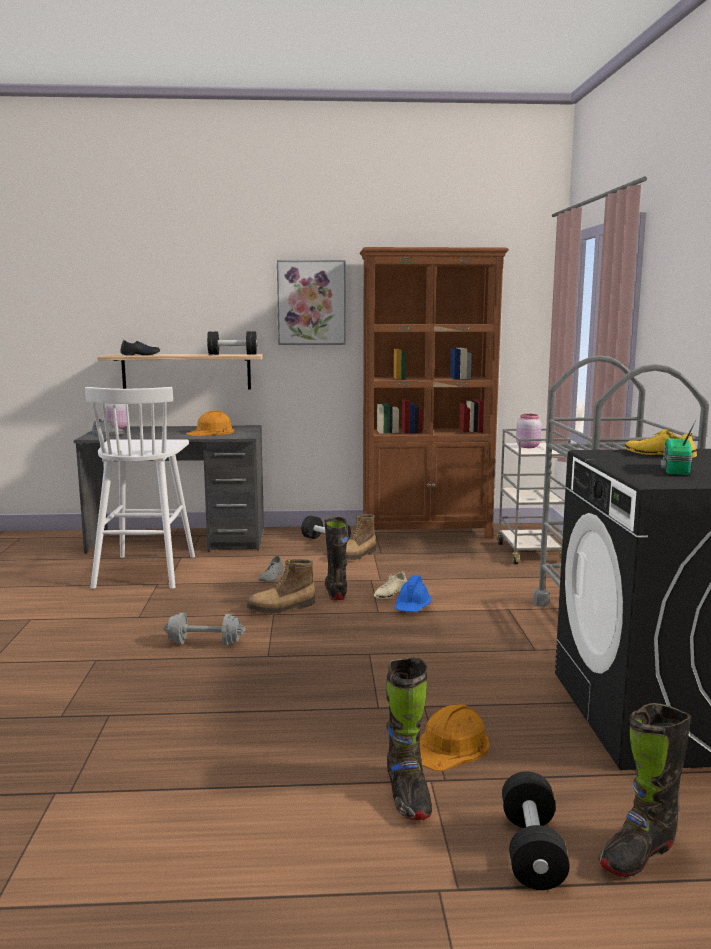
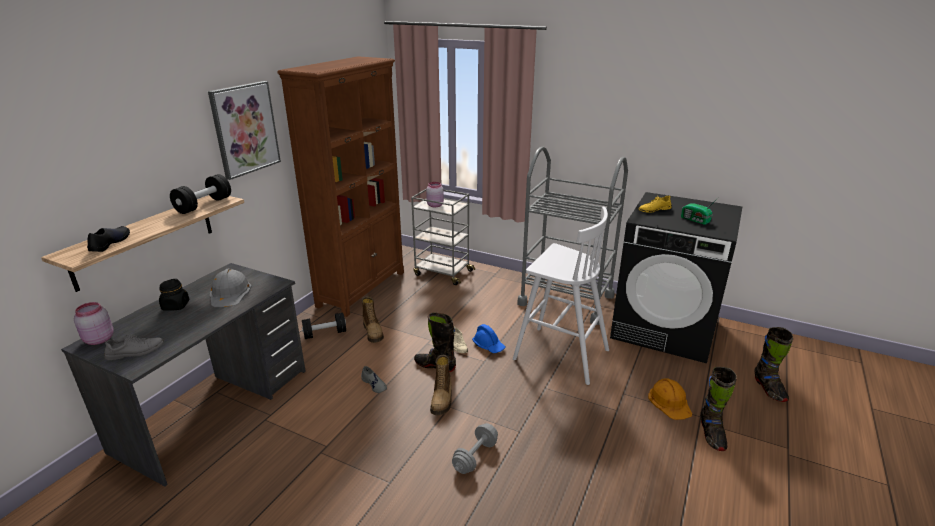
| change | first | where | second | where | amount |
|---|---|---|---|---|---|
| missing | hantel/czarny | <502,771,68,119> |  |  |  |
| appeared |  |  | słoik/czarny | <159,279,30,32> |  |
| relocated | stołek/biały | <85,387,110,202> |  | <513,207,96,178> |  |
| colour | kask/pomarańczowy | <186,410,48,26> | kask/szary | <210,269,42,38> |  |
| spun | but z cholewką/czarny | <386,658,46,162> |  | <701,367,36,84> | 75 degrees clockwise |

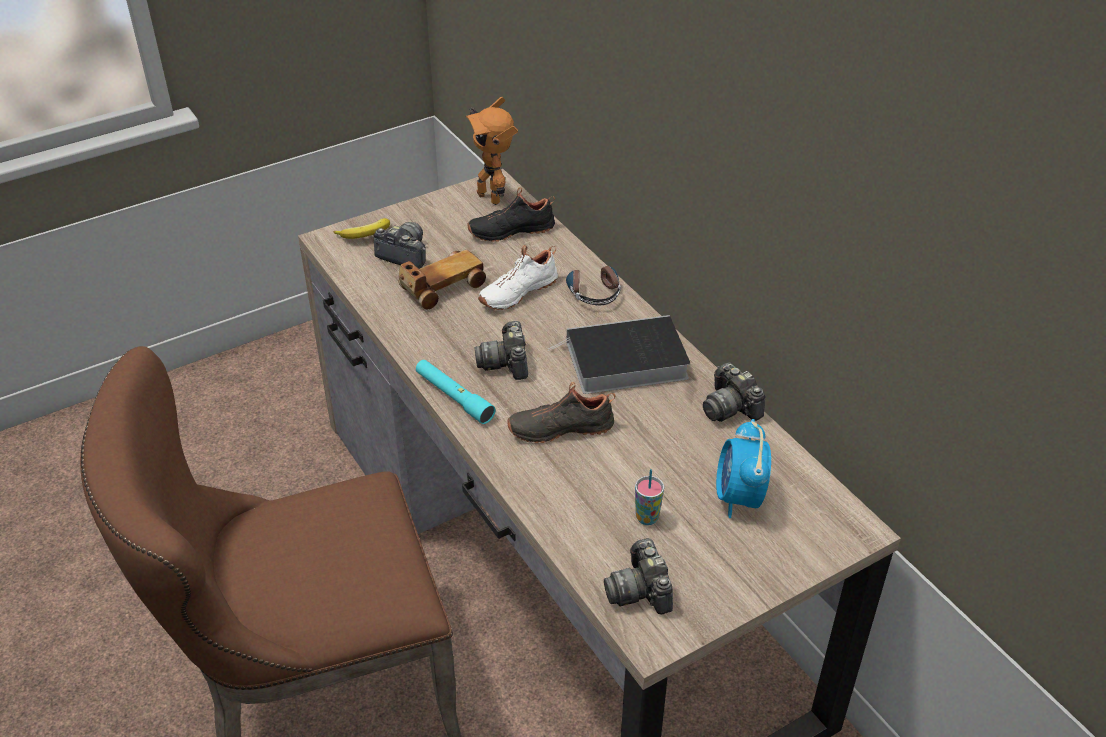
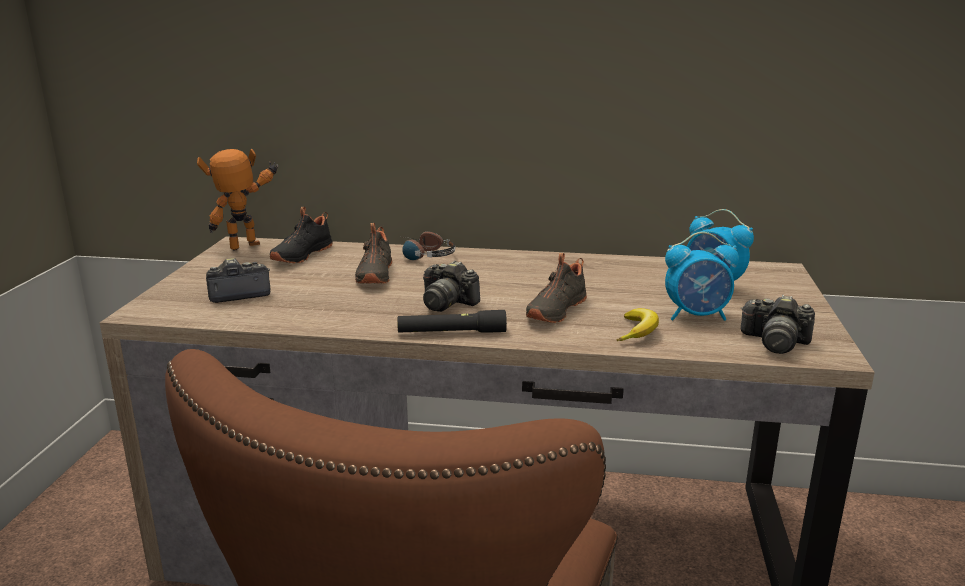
| change | first | where | second | where | amount |
|---|---|---|---|---|---|
| missing | samochodzik | <399,250,87,60> |  |  |  |
| missing | książka | <548,315,142,79> |  |  |  |
| missing | aparat fotograficzny | <703,362,62,60> |  |  |  |
| relocated | banan | <333,218,57,21> |  | <616,308,43,33> |  |
| exchanged | filiżanka | <635,469,29,56> | budzik | <665,232,74,89> |  |
| colour | latarka/turkusowy | <416,360,79,64> | latarka/czarny | <397,310,110,23> |  |
| colour | but/biały | <478,245,80,65> | but/czarny | <355,223,37,61> |  |
| spun | robot zabawkowy | <466,97,52,108> |  | <197,149,81,101> | 135 degrees clockwise |

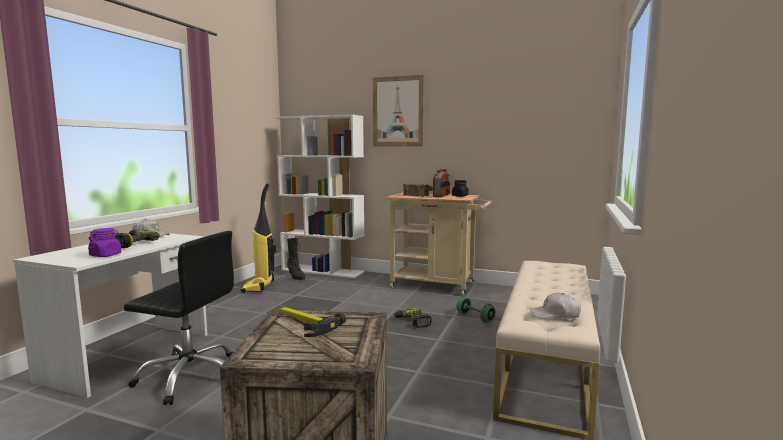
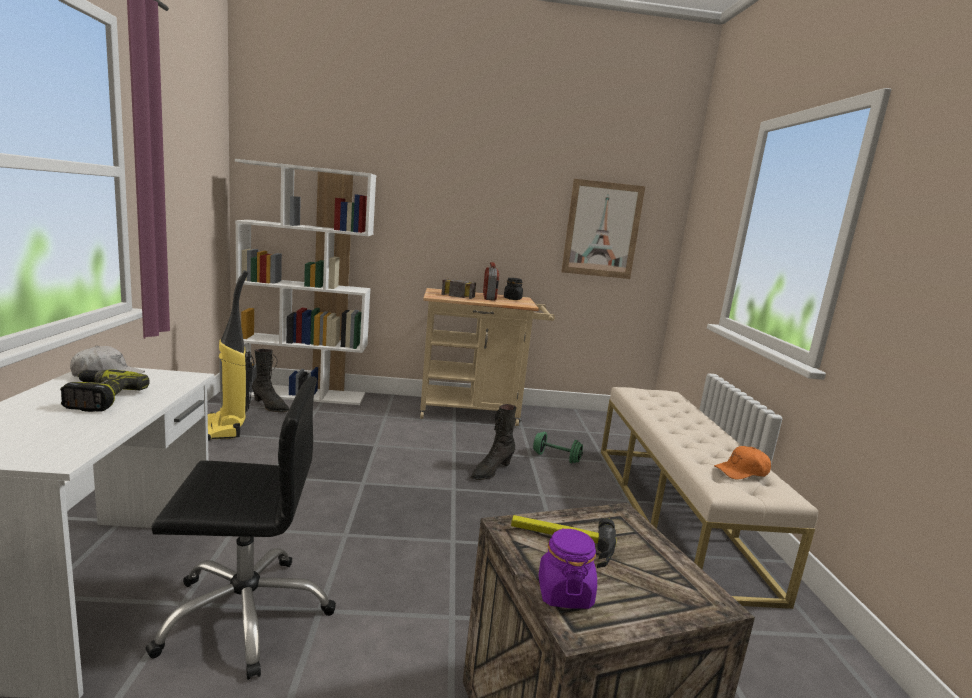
| change | first | where | second | where | amount |
|---|---|---|---|---|---|
| relocated | słoik/fioletowy | <88,228,33,29> |  | <538,528,59,81> |  |
| relocated | obraz | <373,75,51,72> |  | <561,179,84,100> |  |
| exchanged | wiertarka | <394,308,38,20> | but z cholewką/czarny | <471,404,46,76> |  |
| colour | czapka z daszkiem/biały | <530,293,51,26> | czapka z daszkiem/pomarańczowy | <714,446,57,34> |  |

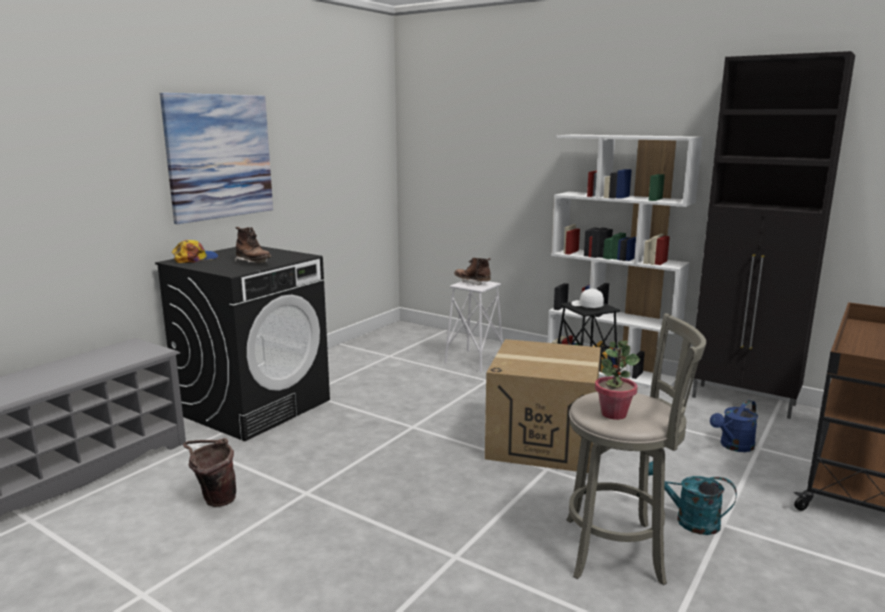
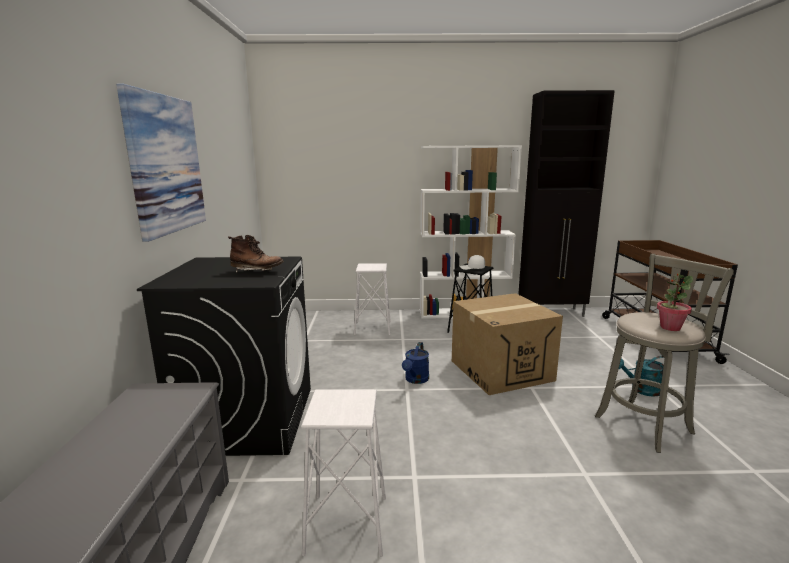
| change | first | where | second | where | amount |
|---|---|---|---|---|---|
| missing | czapka z daszkiem | <172,240,46,23> |  |  |  |
| missing | but z cholewką/brązowy | <454,258,37,28> |  |  |  |
| relocated | konewka/niebieski | <710,400,48,52> |  | <402,342,27,42> |  |
| exchanged | wiadro/brązowy | <183,438,53,69> | stołek/biały | <301,389,85,168> |  |

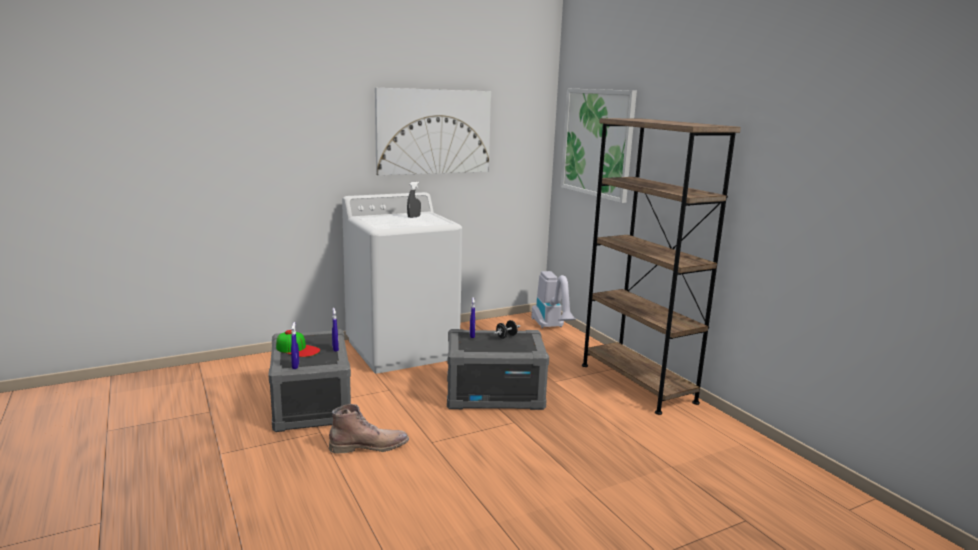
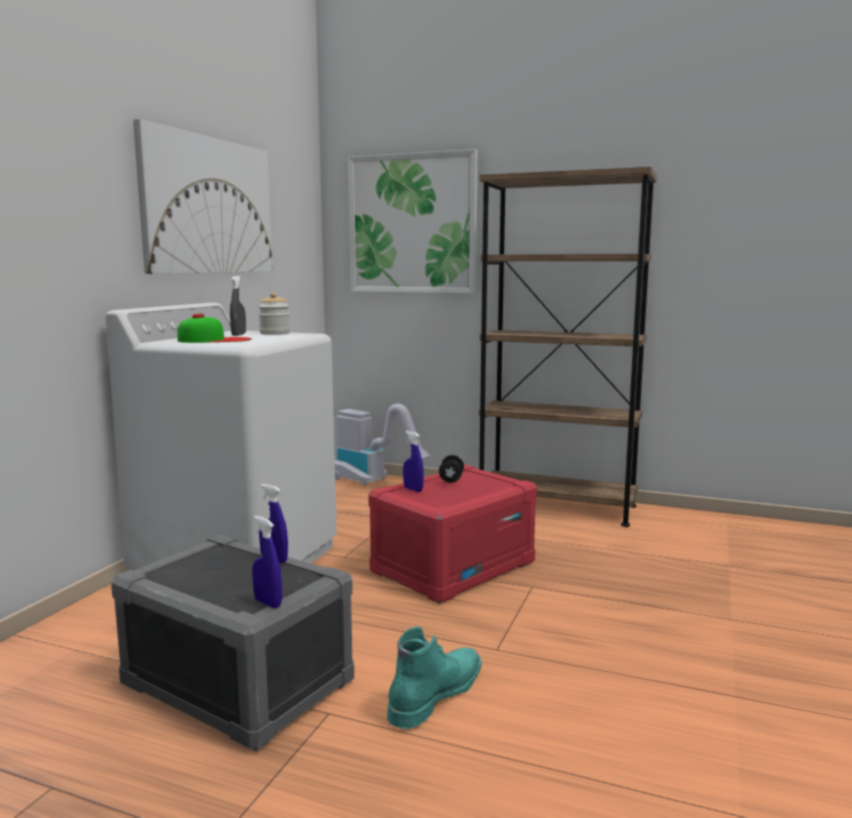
| change | first | where | second | where | amount |
|---|---|---|---|---|---|
| appeared |  |  | słoik | <258,292,32,43> |  |
| relocated | czapka z daszkiem | <276,330,44,27> |  | <177,314,74,29> |  |
| colour | but z cholewką/brązowy | <329,404,80,50> | but z cholewką/turkusowy | <387,626,95,103> |  |
| colour | pojemnik do przechowywania/szary | <447,329,102,81> | pojemnik do przechowywania/czerwony | <369,465,168,139> |  |

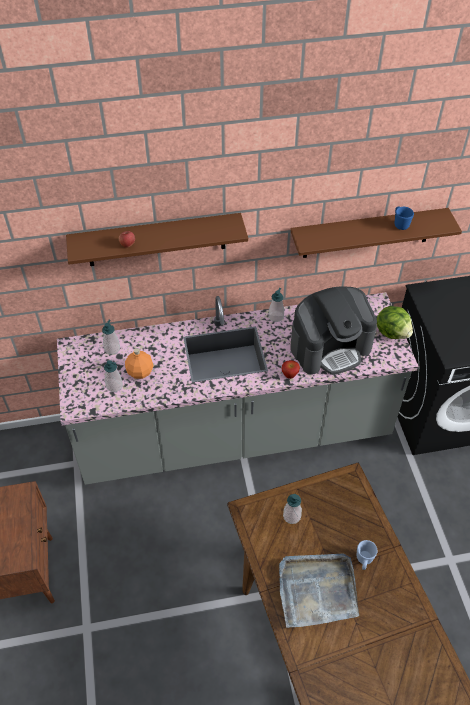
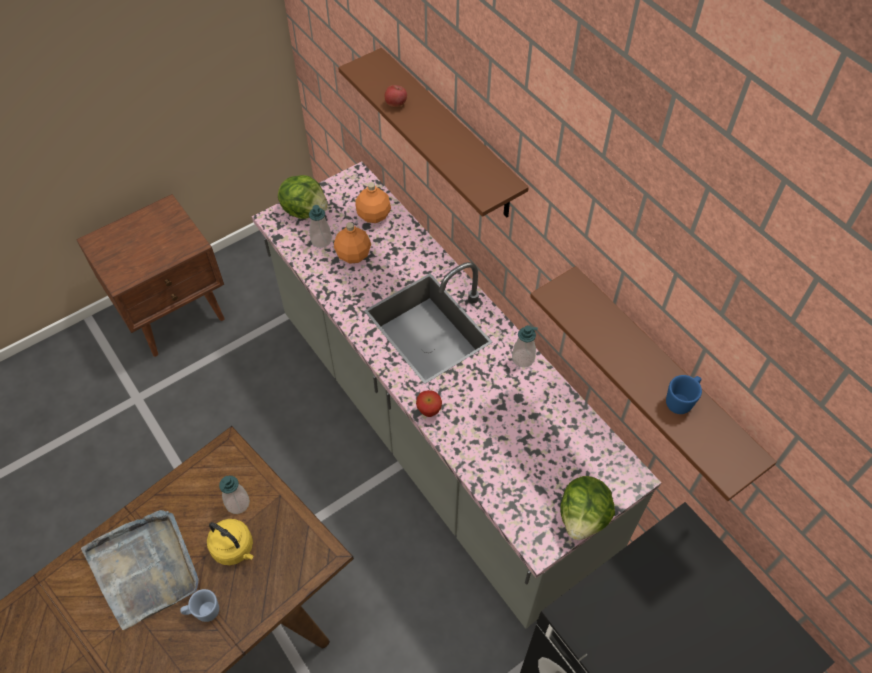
| change | first | where | second | where | amount |
|---|---|---|---|---|---|
| missing | ekspres do kawy | <290,286,87,89> |  |  |  |
| appeared |  |  | czajnik/żółty | <207,519,47,46> |  |
| appeared |  |  | sałata | <278,175,50,44> |  |
| exchanged | dozownik mydła | <102,320,18,35> | butelka/pomarańczowy | <355,182,36,41> |  |

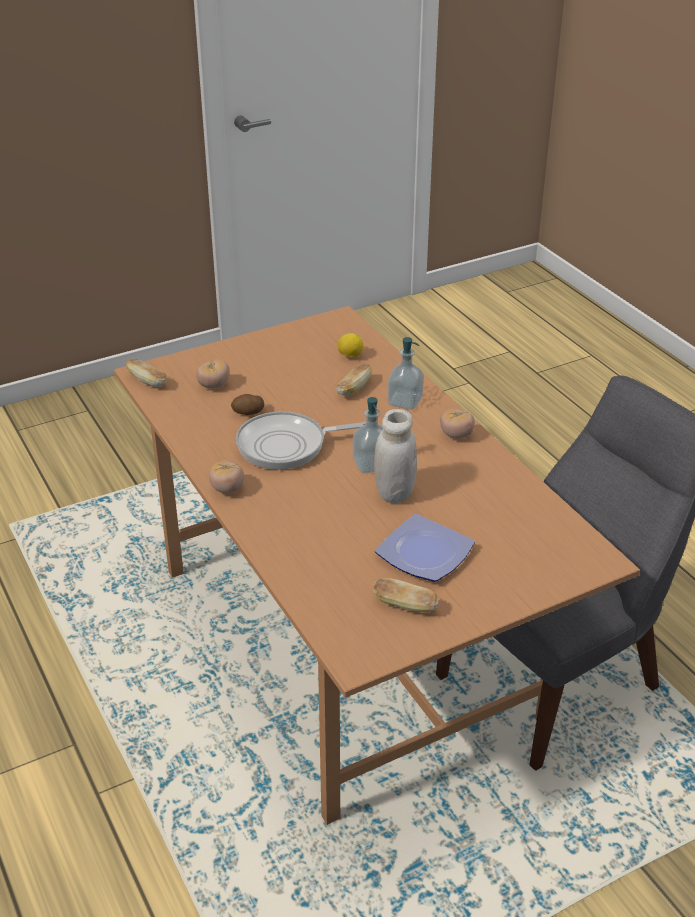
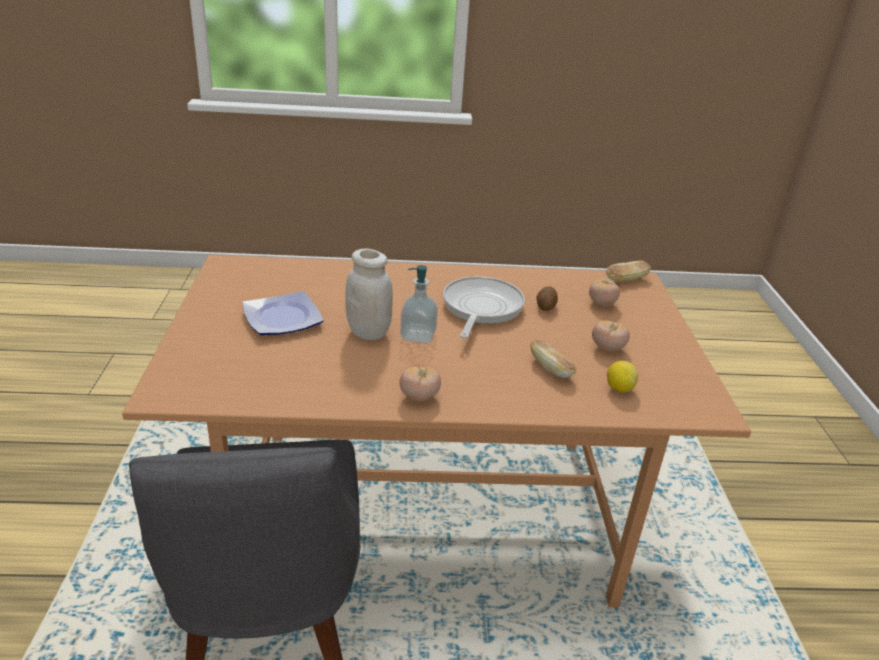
| change | first | where | second | where | amount |
|---|---|---|---|---|---|
| missing | chleb | <373,578,65,34> |  |  |  |
| missing | dozownik mydła | <388,337,36,73> |  |  |  |
| relocated | pomidor | <209,460,35,33> |  | <592,321,38,30> |  |

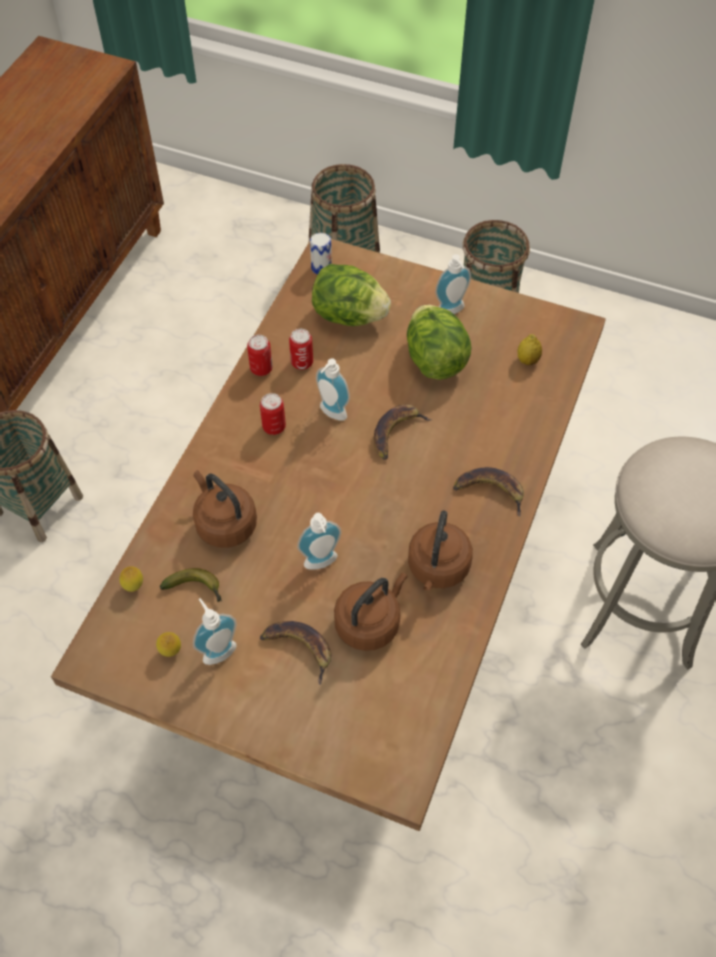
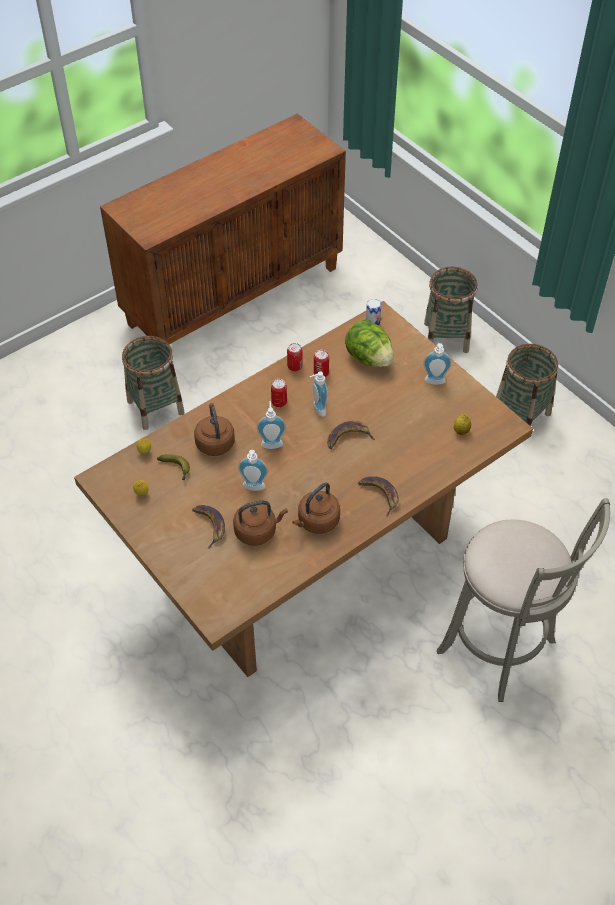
| change | first | where | second | where | amount |
|---|---|---|---|---|---|
| missing | sałata | <407,305,65,75> |  |  |  |
| relocated | dozownik mydła | <193,598,44,67> |  | <257,401,29,48> |  |

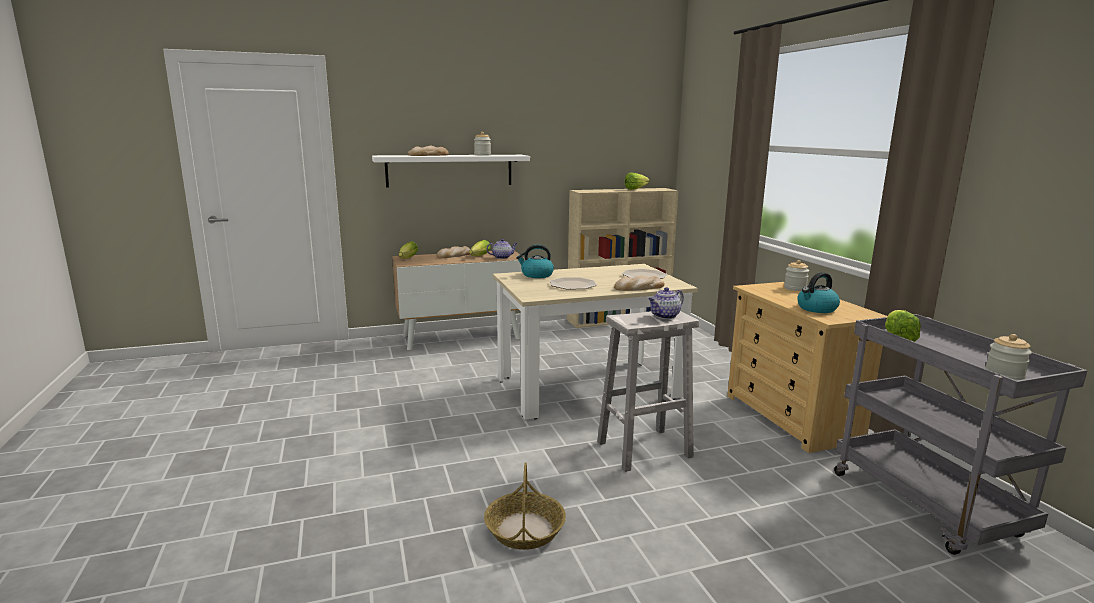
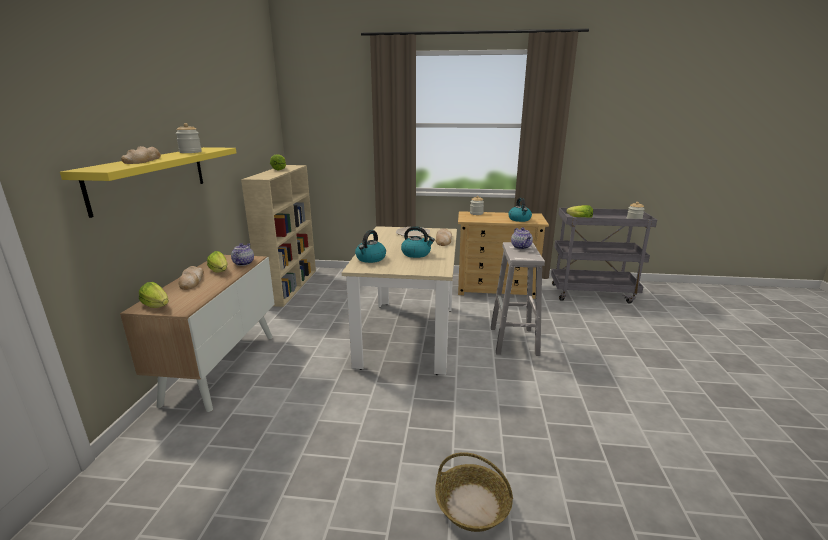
| change | first | where | second | where | amount |
|---|---|---|---|---|---|
| relocated | koszyk | <484,462,82,88> |  | <436,452,77,80> |  |
| exchanged | talerz | <550,277,47,12> | czajnik | <401,226,34,32> |  |
| colour | półka/biały | <372,155,158,33> | półka/żółty | <60,147,176,71> |  |

